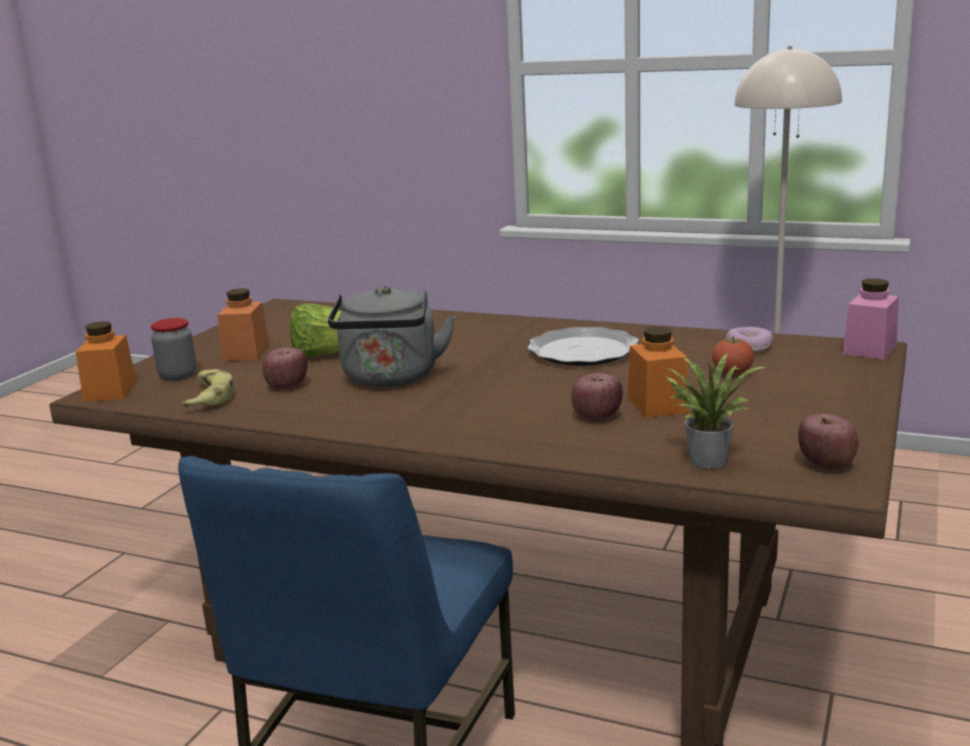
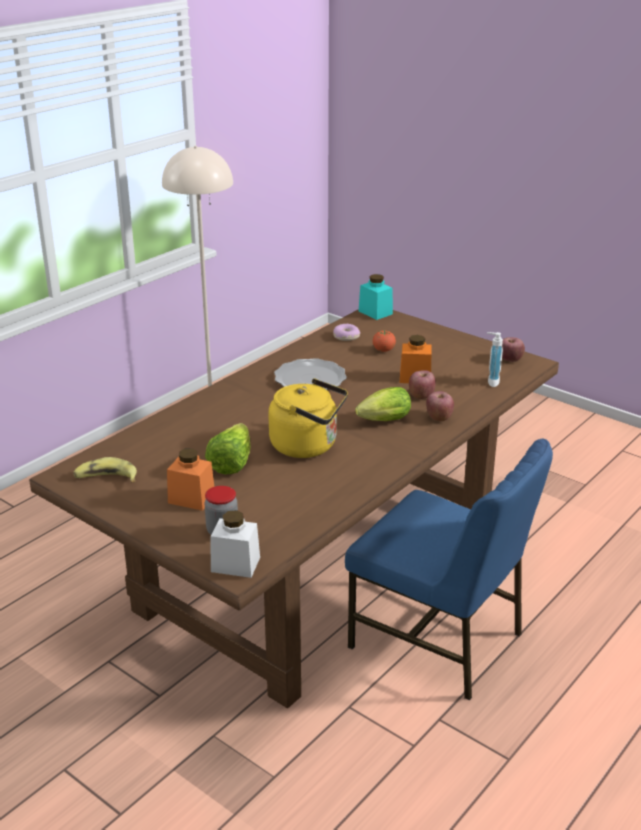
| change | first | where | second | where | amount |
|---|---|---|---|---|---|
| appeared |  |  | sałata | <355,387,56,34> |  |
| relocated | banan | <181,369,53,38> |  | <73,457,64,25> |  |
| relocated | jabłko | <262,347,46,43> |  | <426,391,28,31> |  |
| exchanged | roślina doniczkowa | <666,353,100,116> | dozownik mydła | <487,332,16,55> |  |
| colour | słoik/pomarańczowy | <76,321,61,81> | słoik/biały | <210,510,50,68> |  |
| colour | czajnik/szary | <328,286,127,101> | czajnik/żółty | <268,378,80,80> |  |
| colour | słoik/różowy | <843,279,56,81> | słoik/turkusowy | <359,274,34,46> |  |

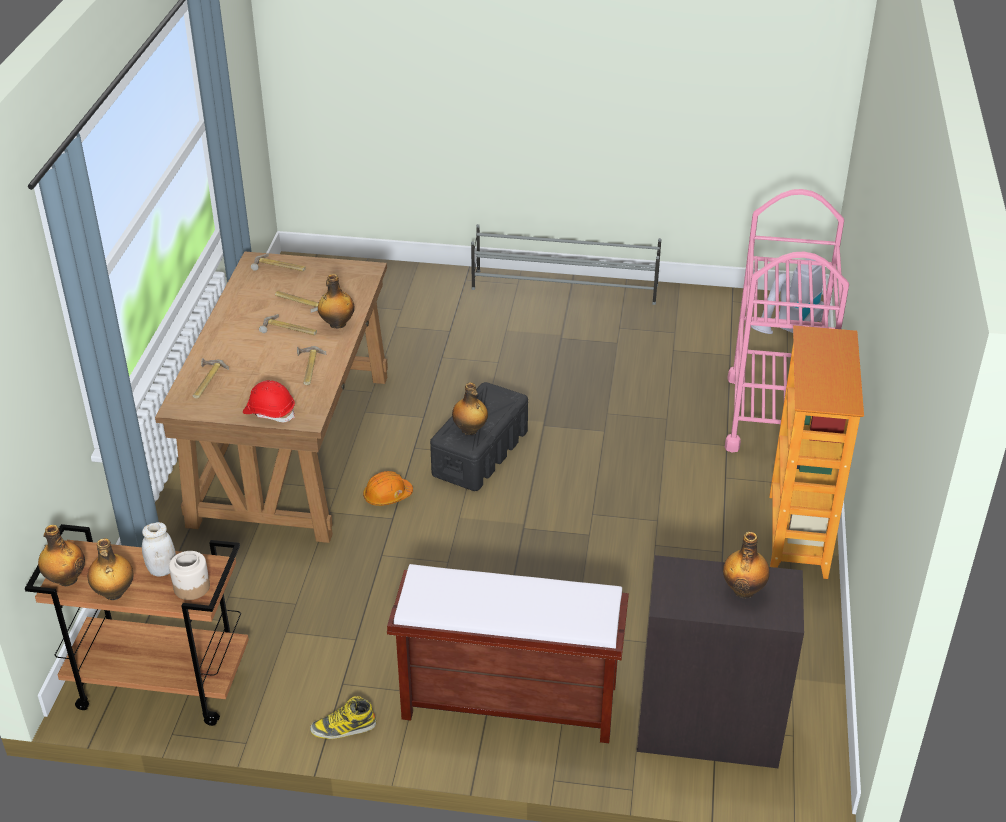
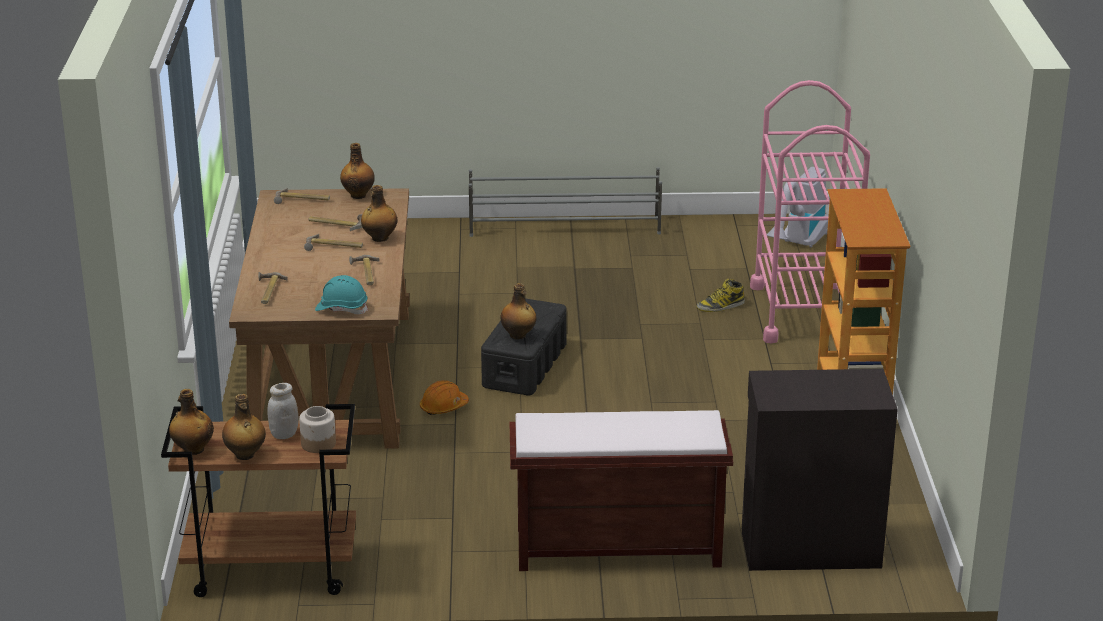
| change | first | where | second | where | amount |
|---|---|---|---|---|---|
| relocated | but z cholewką | <310,696,66,43> |  | <696,279,49,33> |  |
| relocated | butelka | <723,532,47,67> |  | <340,143,35,56> |  |
| colour | kask/czerwony | <243,380,52,42> | kask/turkusowy | <315,275,53,39> |  |

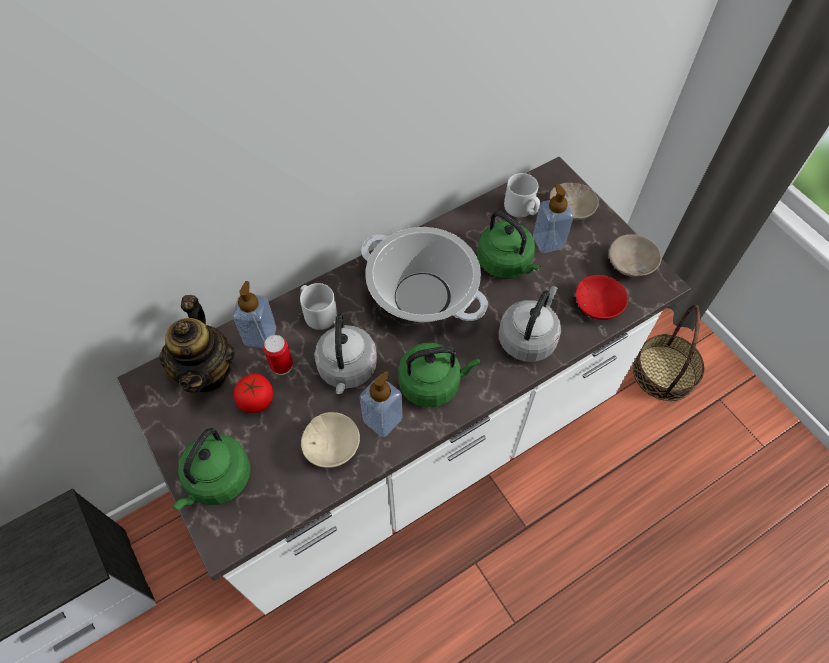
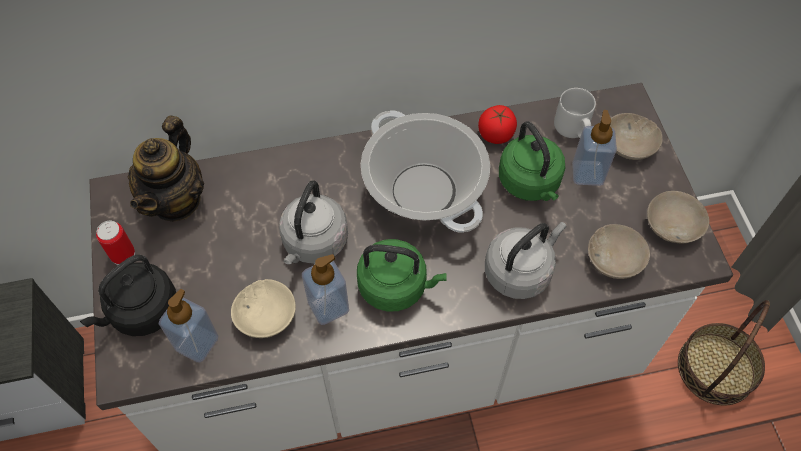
| change | first | where | second | where | amount |
|---|---|---|---|---|---|
| missing | kubek/szary | <300,283,37,47> |  |  |  |
| relocated | dozownik mydła | <233,281,44,67> |  | <159,289,59,73> |  |
| relocated | pomidor | <234,373,39,40> |  | <478,105,39,39> |  |
| relocated | puszka | <263,335,30,40> |  | <96,221,39,44> |  |
| colour | czajnik/zielony | <172,428,79,82> | czajnik/czarny | <80,255,96,81> |  |
| colour | miska/czerwony | <575,275,53,45> | miska/beżowy | <588,224,62,55> |  |

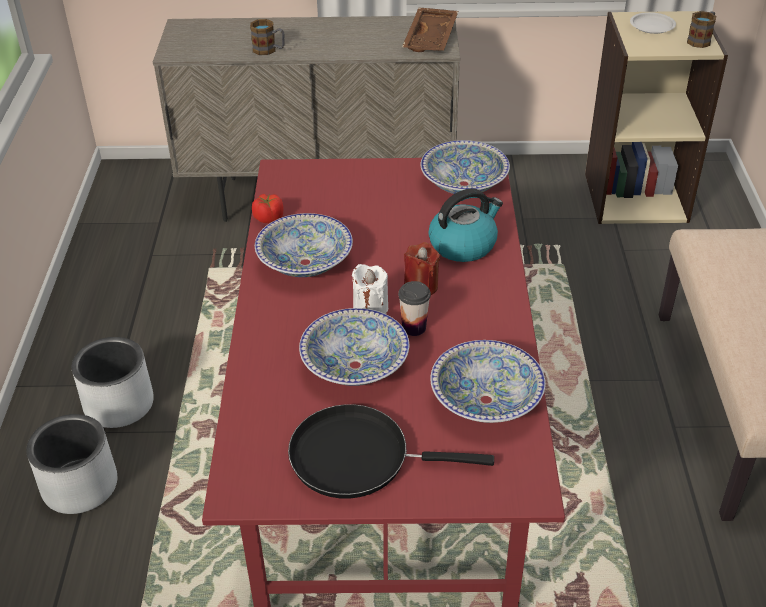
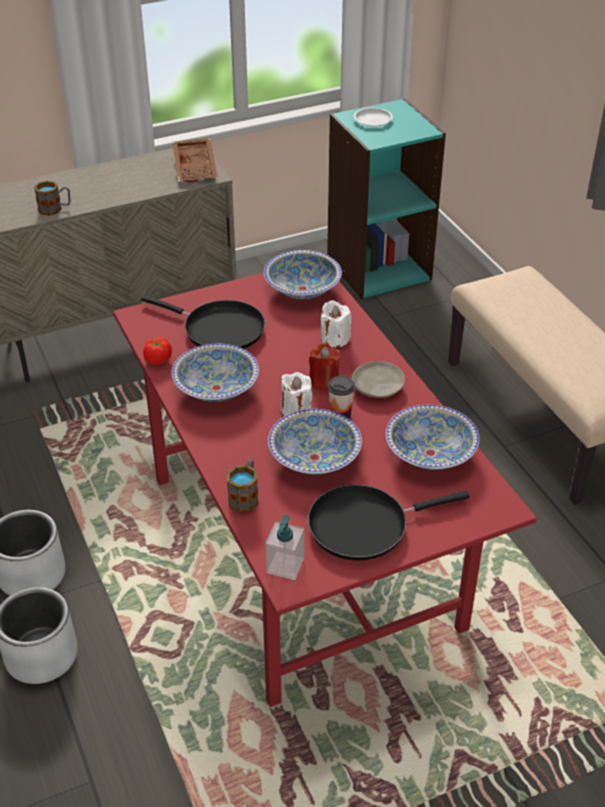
| change | first | where | second | where | amount |
|---|---|---|---|---|---|
| appeared |  |  | patelnia/czarny | <141,295,124,54> |  |
| appeared |  |  | dozownik mydła | <266,515,38,65> |  |
| appeared |  |  | talerz/beżowy | <352,361,53,37> |  |
| relocated | kubek | <687,11,29,37> |  | <227,459,31,53> |  |
| exchanged | czajnik | <428,188,75,74> | świeca/biały | <321,300,30,47> |  |
| colour | regał/beżowy | <585,11,143,213> | regał/turkusowy | <327,98,119,201> |  |

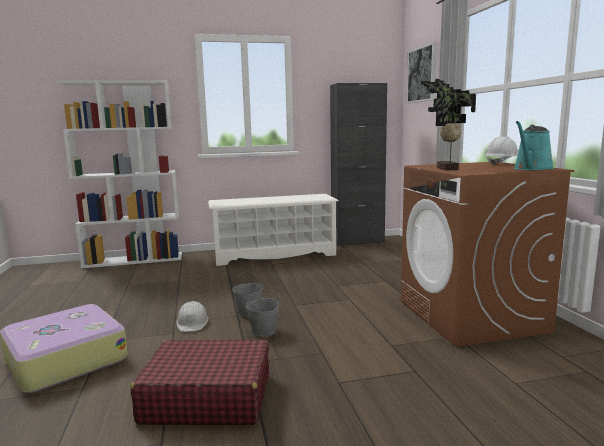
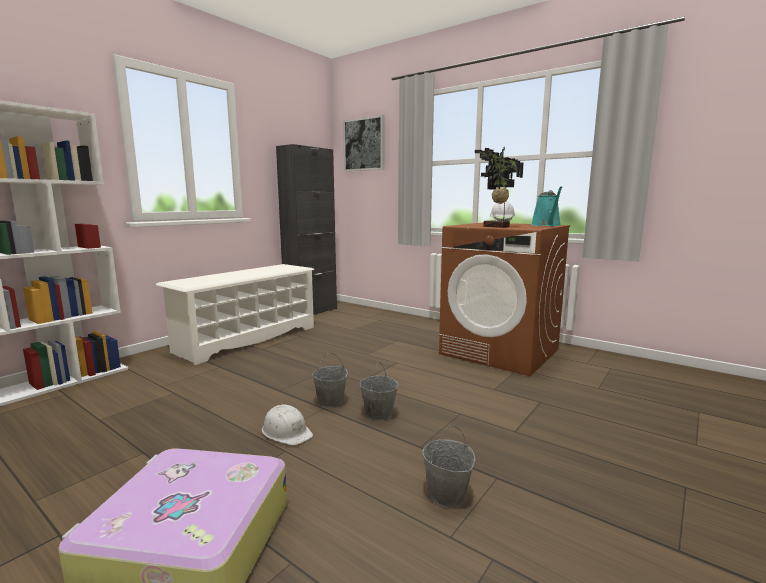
| change | first | where | second | where | amount |
|---|---|---|---|---|---|
| exchanged | walizka/czerwony | <130,339,139,86> | wiadro/szary | <422,425,53,82> |  |

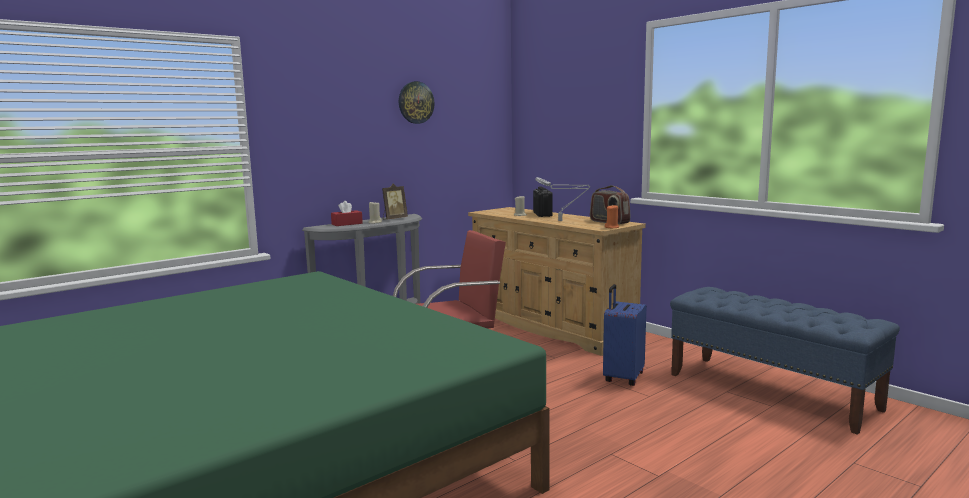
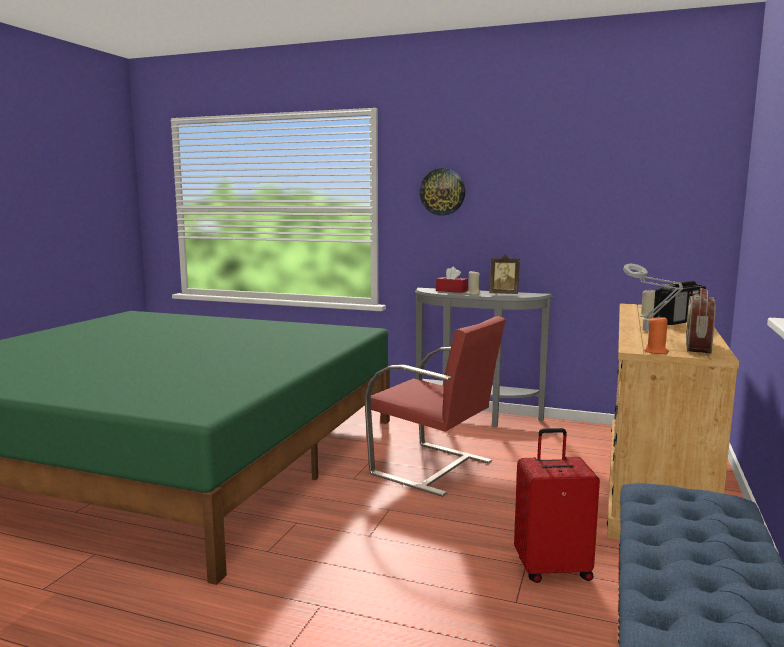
| change | first | where | second | where | amount |
|---|---|---|---|---|---|
| relocated | zegar ścienny | <399,81,35,43> |  | <420,168,45,47> |  |
| colour | walizka/niebieski | <603,284,43,102> | walizka/czerwony | <514,428,86,155> |  |

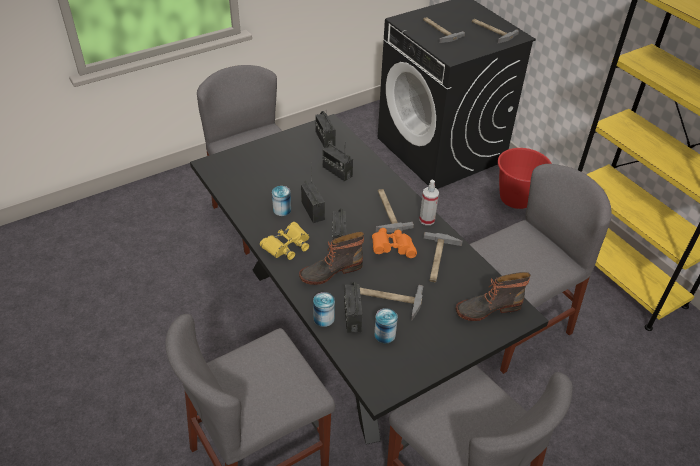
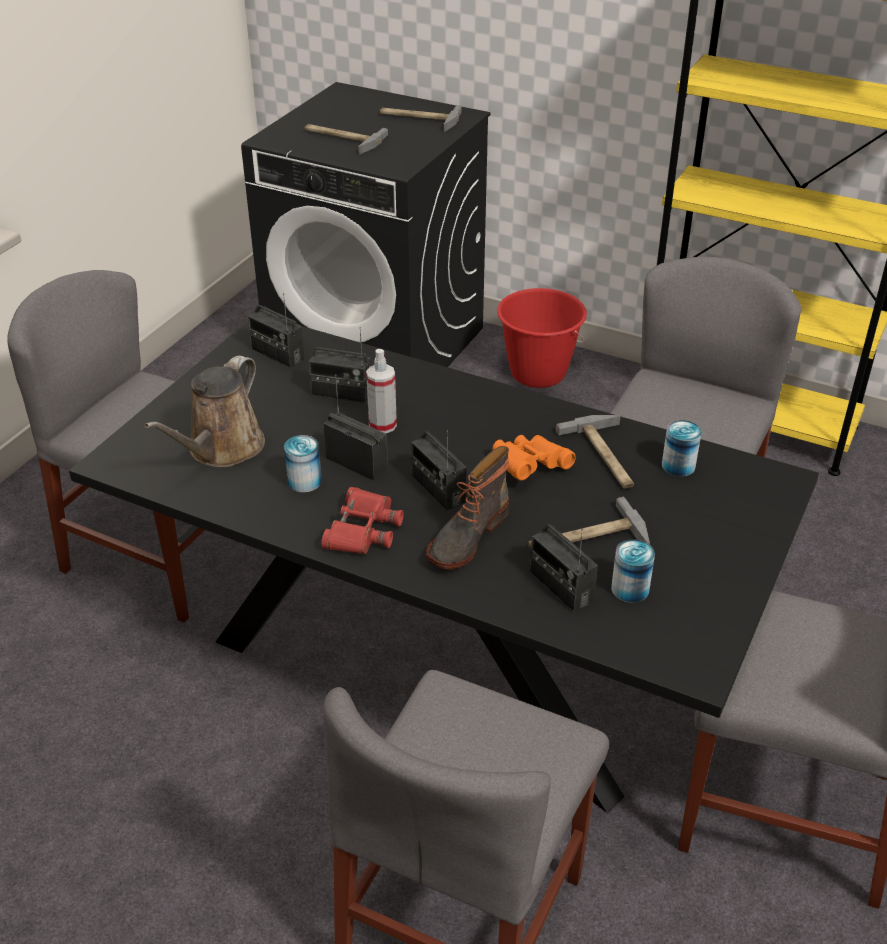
| change | first | where | second | where | amount |
|---|---|---|---|---|---|
| missing | młotek | <376,189,38,44> |  |  |  |
| missing | but z cholewką | <456,272,75,49> |  |  |  |
| appeared |  |  | konewka/brązowy | <144,356,121,112> |  |
| relocated | puszka | <313,292,22,35> |  | <662,420,40,57> |  |
| relocated | spryskiwacz | <419,180,20,45> |  | <366,349,31,84> |  |
| colour | lornetka/żółty | <260,222,49,38> | lornetka/czerwony | <321,487,83,67> |  |

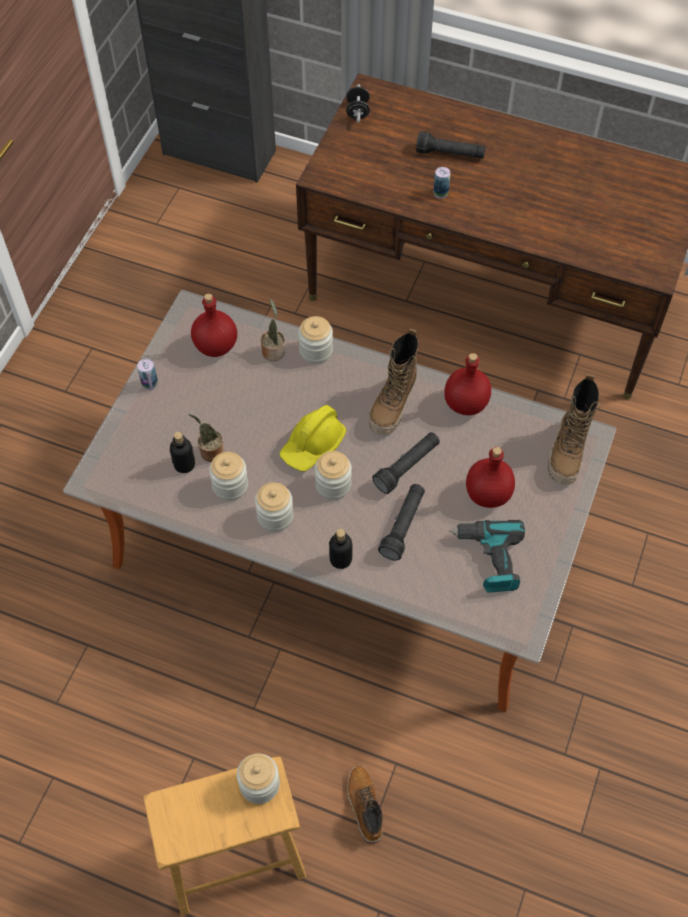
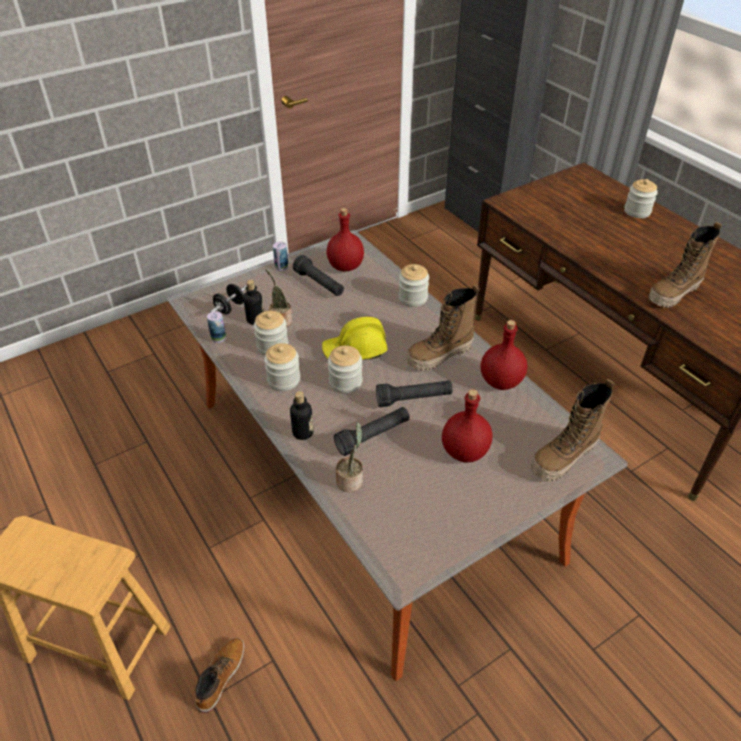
| change | first | where | second | where | amount |
|---|---|---|---|---|---|
| missing | wiertarka | <449,520,76,73> |  |  |  |
| appeared |  |  | but z cholewką | <648,222,74,86> |  |
| relocated | słoik | <237,753,43,51> |  | <624,179,34,39> |  |
| relocated | roślina doniczkowa | <261,299,24,62> |  | <336,422,27,70> |  |
| relocated | hantel/czarny | <346,84,24,39> |  | <210,284,36,30> |  |
| relocated | latarka/czarny | <416,132,70,27> |  | <293,255,51,41> |  |
| relocated | puszka | <433,167,17,32> |  | <207,311,19,32> |  |

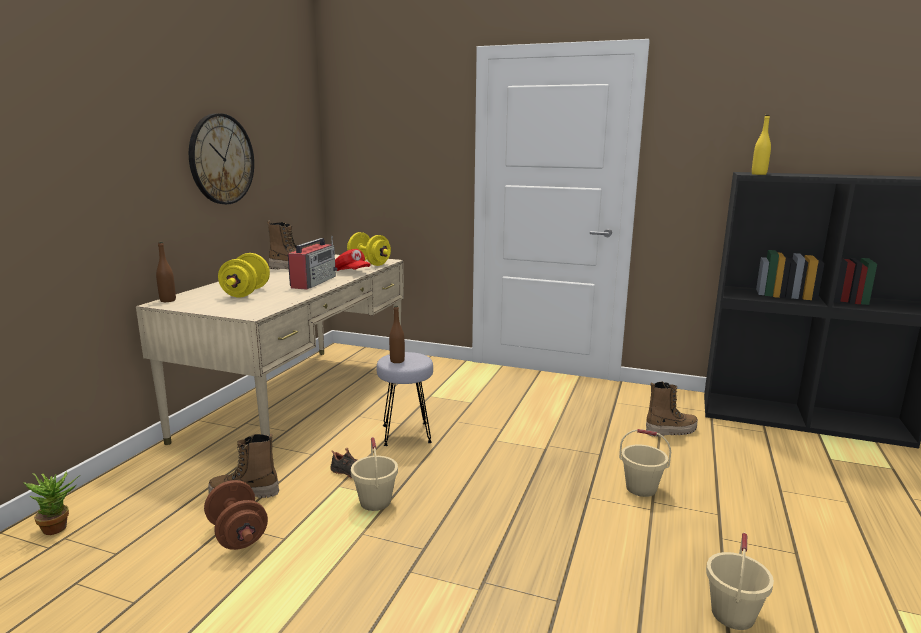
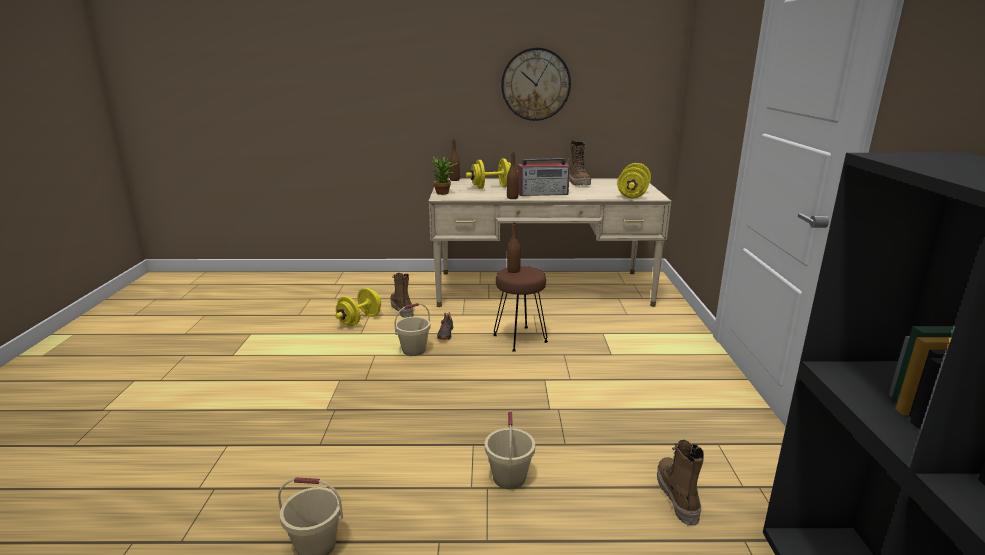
| change | first | where | second | where | amount |
|---|---|---|---|---|---|
| missing | czapka z daszkiem/czerwony | <335,249,35,22> |  |  |  |
| missing | butelka/żółty | <752,115,19,60> |  |  |  |
| appeared |  |  | butelka/brązowy | <507,152,12,47> |  |
| relocated | roślina doniczkowa | <23,471,57,64> |  | <430,156,28,39> |  |
| colour | hantel/brązowy | <204,480,64,70> | hantel/żółty | <335,288,46,38> |  |
| colour | stołek/szary | <377,352,56,94> | stołek/brązowy | <493,266,55,86> |  |
| spun | but z cholewką | <646,381,52,56> |  | <657,440,47,85> | 150 degrees counterclockwise |

